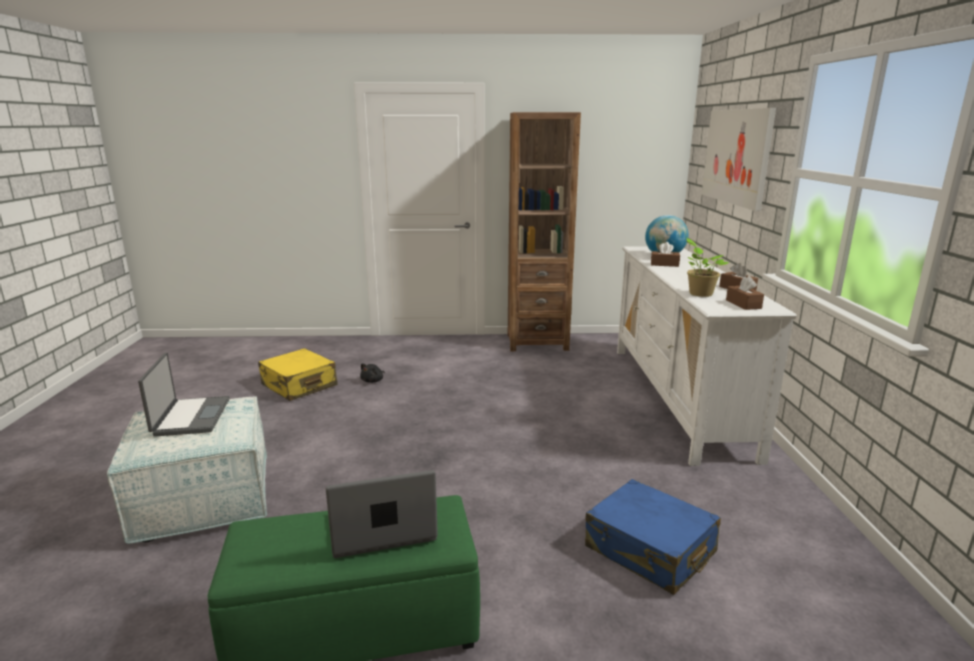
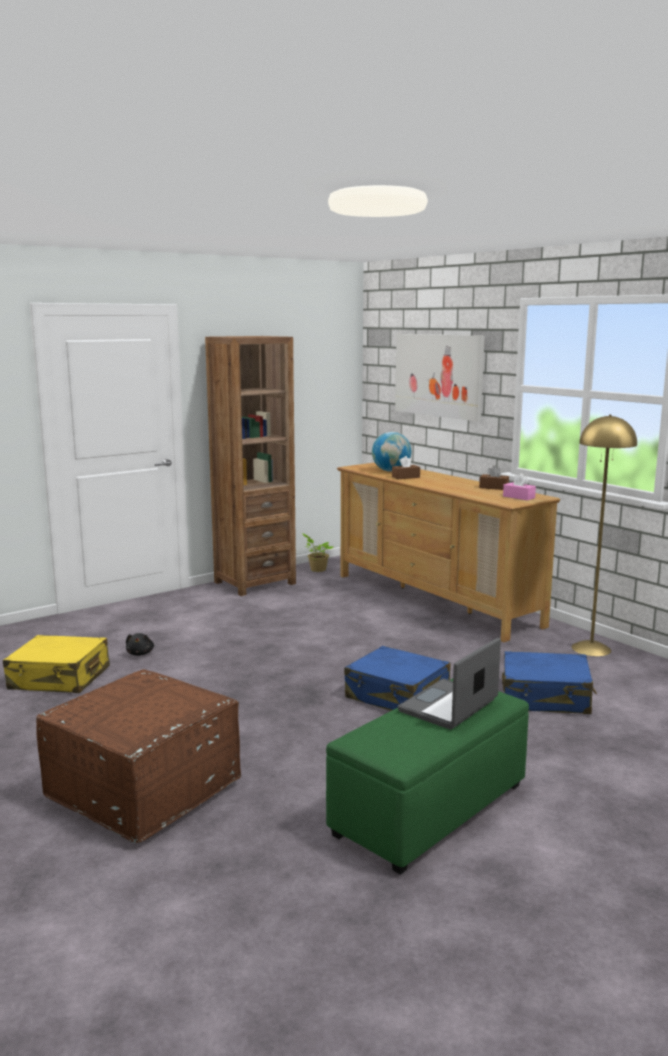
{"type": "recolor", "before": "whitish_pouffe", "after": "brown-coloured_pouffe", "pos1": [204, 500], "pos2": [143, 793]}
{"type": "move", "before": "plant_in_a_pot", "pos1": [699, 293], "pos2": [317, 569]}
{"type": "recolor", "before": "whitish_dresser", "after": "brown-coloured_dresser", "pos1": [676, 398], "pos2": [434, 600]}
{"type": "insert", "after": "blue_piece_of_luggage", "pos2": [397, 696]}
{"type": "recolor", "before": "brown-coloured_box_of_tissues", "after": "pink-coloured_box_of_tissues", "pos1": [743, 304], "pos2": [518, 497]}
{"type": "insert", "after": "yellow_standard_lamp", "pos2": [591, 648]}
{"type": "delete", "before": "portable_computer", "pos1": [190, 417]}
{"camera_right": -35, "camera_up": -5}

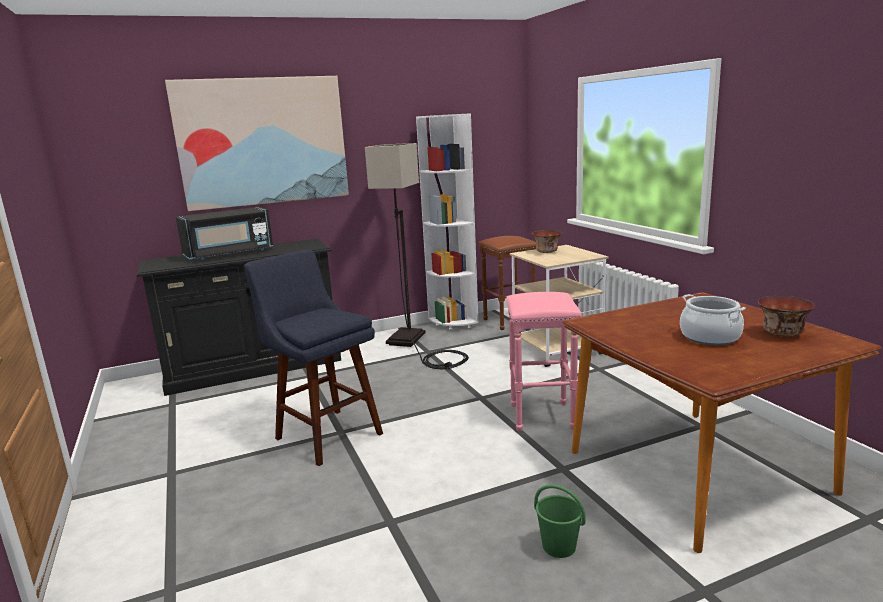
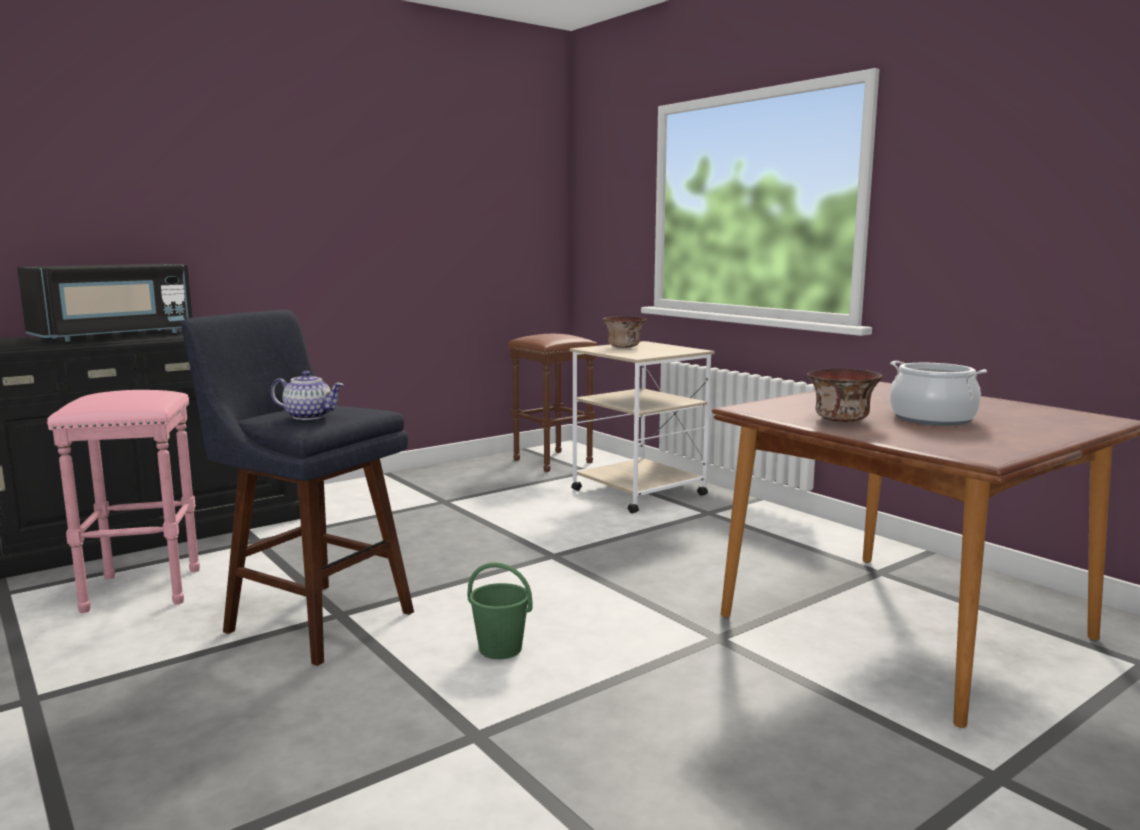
{"type": "move", "before": "pink-coloured_stool_seat", "pos1": [541, 417], "pos2": [140, 590]}
{"type": "insert", "after": "teapot", "pos2": [309, 416]}
{"type": "move", "before": "green_pail", "pos1": [558, 546], "pos2": [499, 649]}
{"type": "move", "before": "deep_dish", "pos1": [783, 334], "pos2": [842, 420]}
{"type": "delete", "before": "wall_picture", "pos1": [263, 142]}
{"type": "delete", "before": "standard_lamp", "pos1": [425, 350]}
{"type": "delete", "before": "whitish_shelving_unit", "pos1": [454, 325]}
{"camera_right": -15, "camera_up": -5}

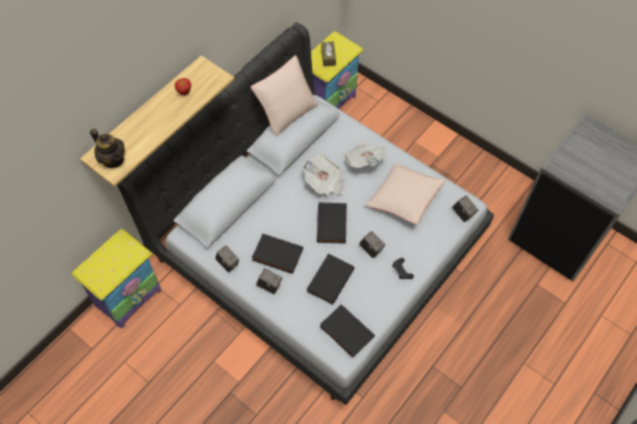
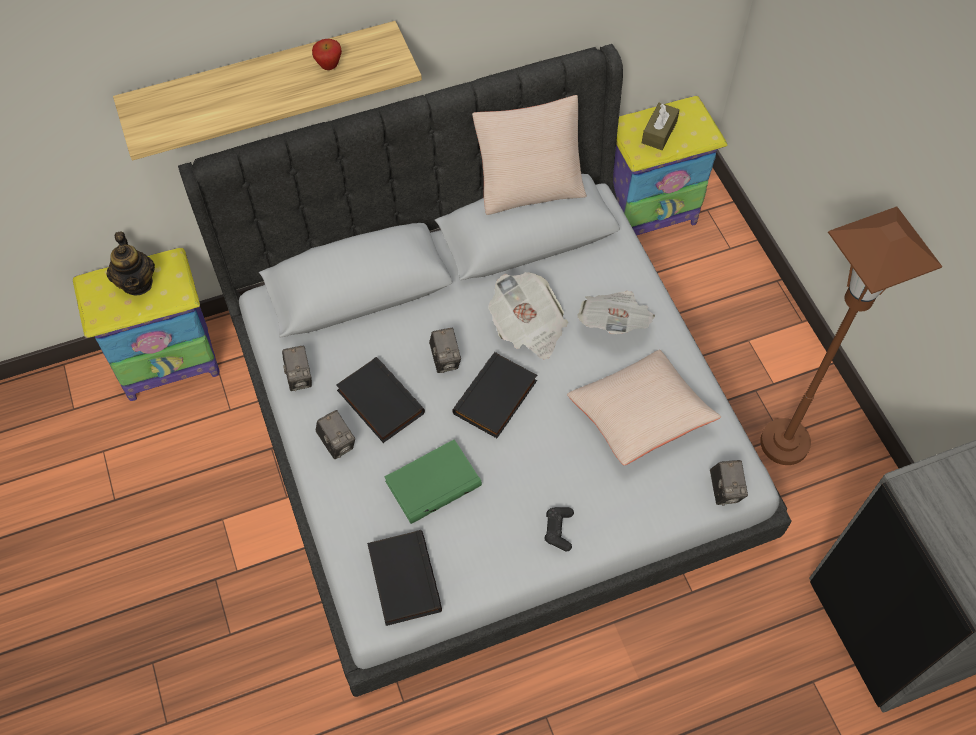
{"type": "move", "before": "teapot", "pos1": [113, 159], "pos2": [137, 283]}
{"type": "recolor", "before": "blackish_book", "after": "green_book", "pos1": [329, 279], "pos2": [432, 482]}
{"type": "move", "before": "photo_camera", "pos1": [371, 249], "pos2": [445, 359]}
{"type": "insert", "after": "brown-coloured_standard_lamp", "pos2": [784, 443]}
{"camera_right": 30, "camera_up": 0}

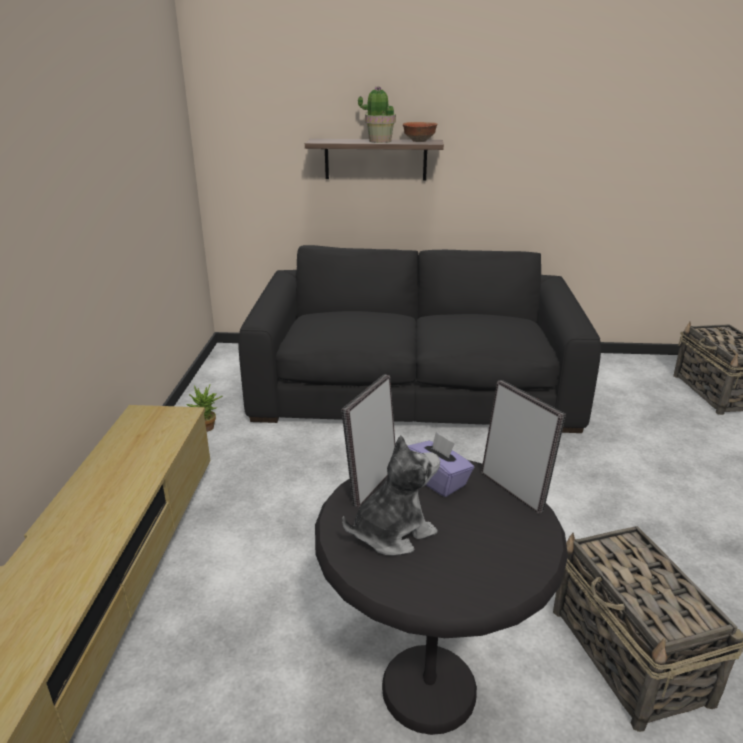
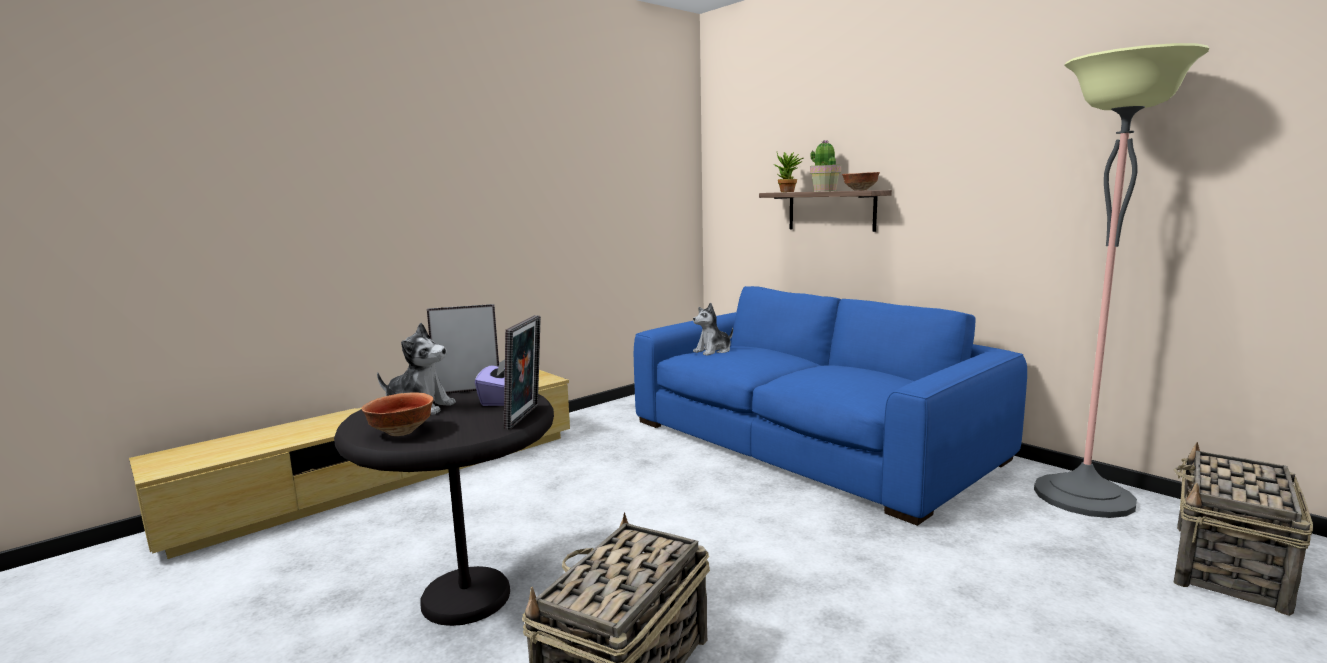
{"type": "insert", "after": "deep_dish", "pos2": [400, 432]}
{"type": "recolor", "before": "blackish_couch", "after": "blue_couch", "pos1": [414, 385], "pos2": [809, 439]}
{"type": "insert", "after": "plush_toy", "pos2": [713, 351]}
{"type": "move", "before": "plant_in_a_pot", "pos1": [208, 429], "pos2": [787, 192]}
{"type": "insert", "after": "standard_lamp", "pos2": [1083, 496]}
{"camera_right": 45, "camera_up": -15}

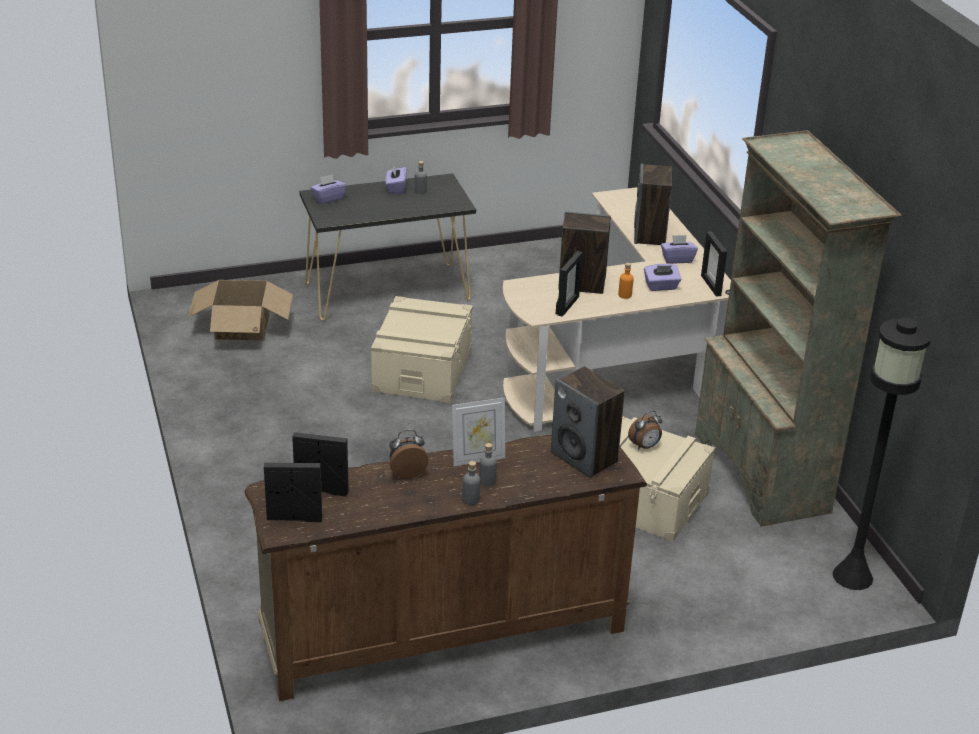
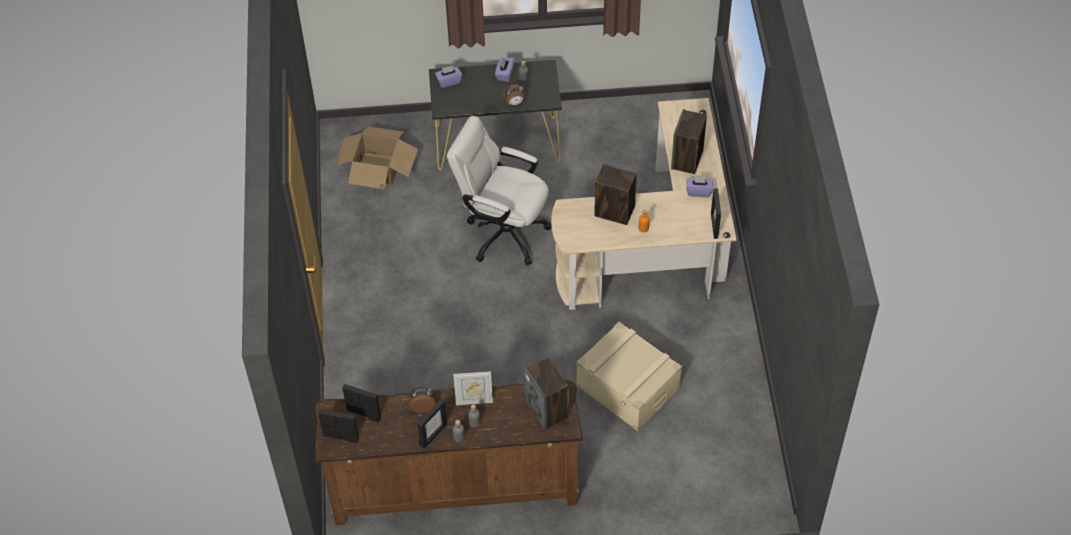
{"type": "move", "before": "standing_frame", "pos1": [567, 305], "pos2": [433, 434]}
{"type": "replace", "before": "sand-coloured_storage_bin", "after": "whitish_computer_chair", "pos1": [422, 369], "pos2": [502, 233]}
{"type": "move", "before": "bedside_clock", "pos1": [645, 446], "pos2": [514, 104]}
{"type": "delete", "before": "purplish_box_of_tissues", "pos1": [661, 286]}
{"type": "delete", "before": "green_shelving_unit", "pos1": [762, 472]}
{"type": "delete", "before": "blackish_standard_lamp", "pos1": [852, 577]}
{"camera_right": 15, "camera_up": 20}

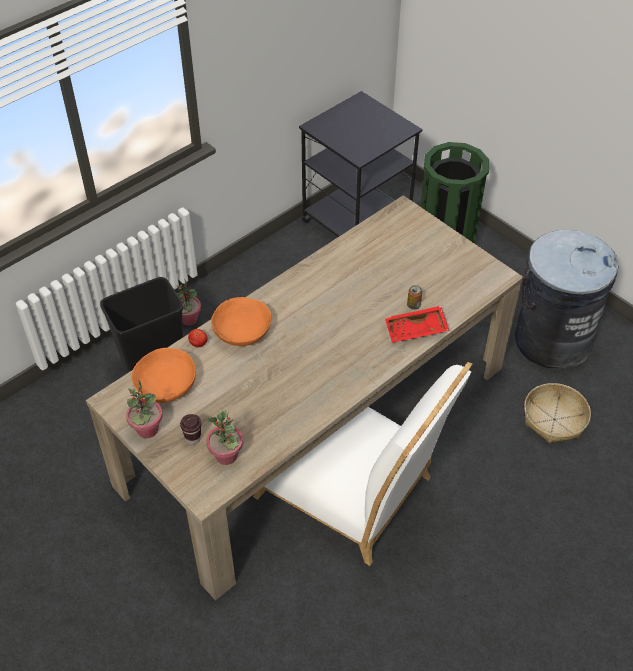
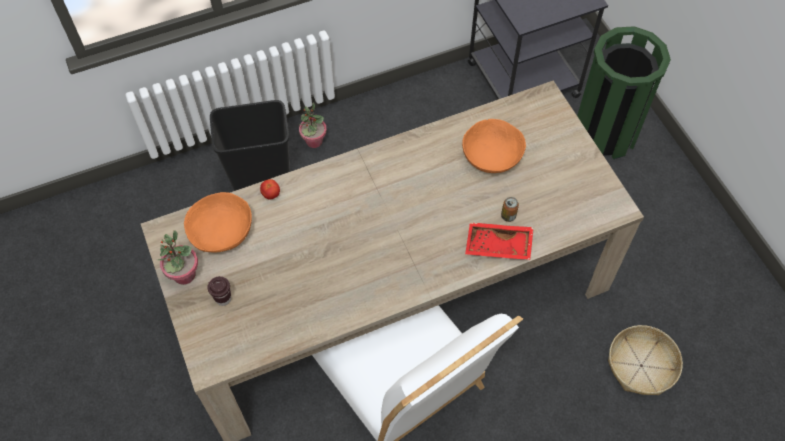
{"type": "move", "before": "orange-coloured_deep_dish", "pos1": [242, 332], "pos2": [491, 156]}
{"type": "delete", "before": "plant_in_a_pot", "pos1": [226, 456]}
{"type": "delete", "before": "grey_trash_can", "pos1": [551, 339]}
{"camera_right": 20, "camera_up": 10}

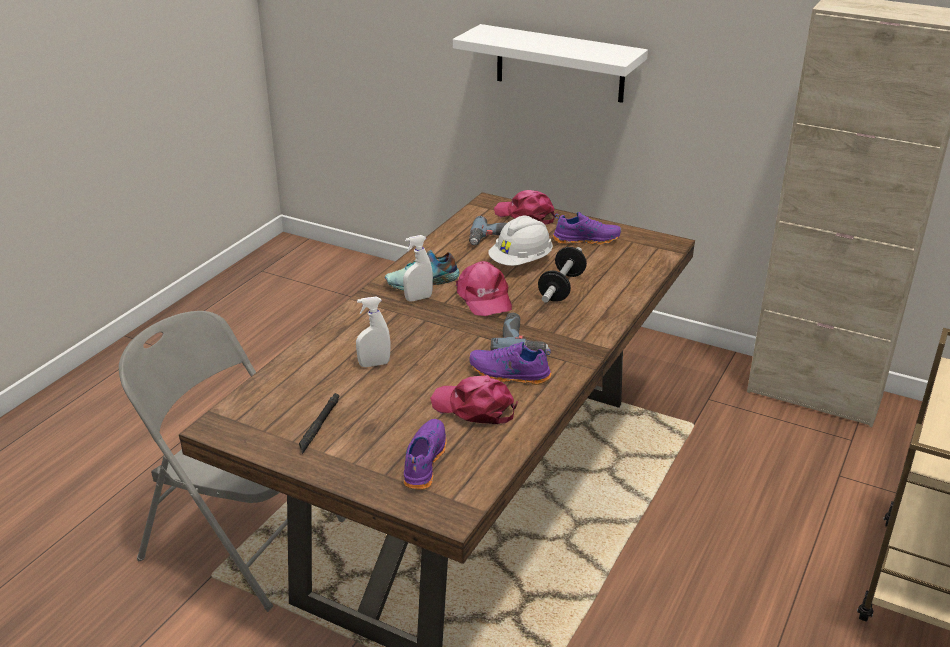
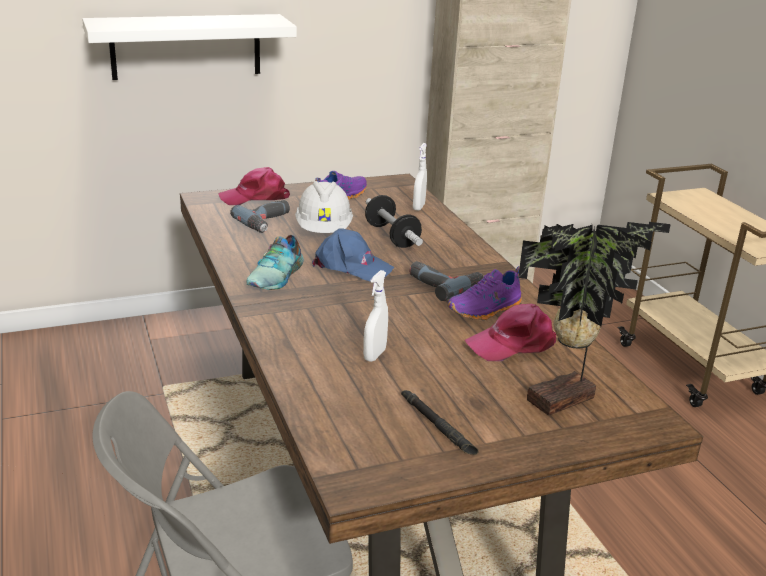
{"type": "recolor", "before": "pink-coloured_cap", "after": "blue_cap", "pos1": [484, 298], "pos2": [351, 267]}
{"type": "move", "before": "whitish_sprayer", "pos1": [418, 298], "pos2": [418, 207]}
{"type": "replace", "before": "purplish_shoe", "after": "plant_in_a_pot", "pos1": [423, 462], "pos2": [565, 401]}
{"camera_right": -50, "camera_up": -5}

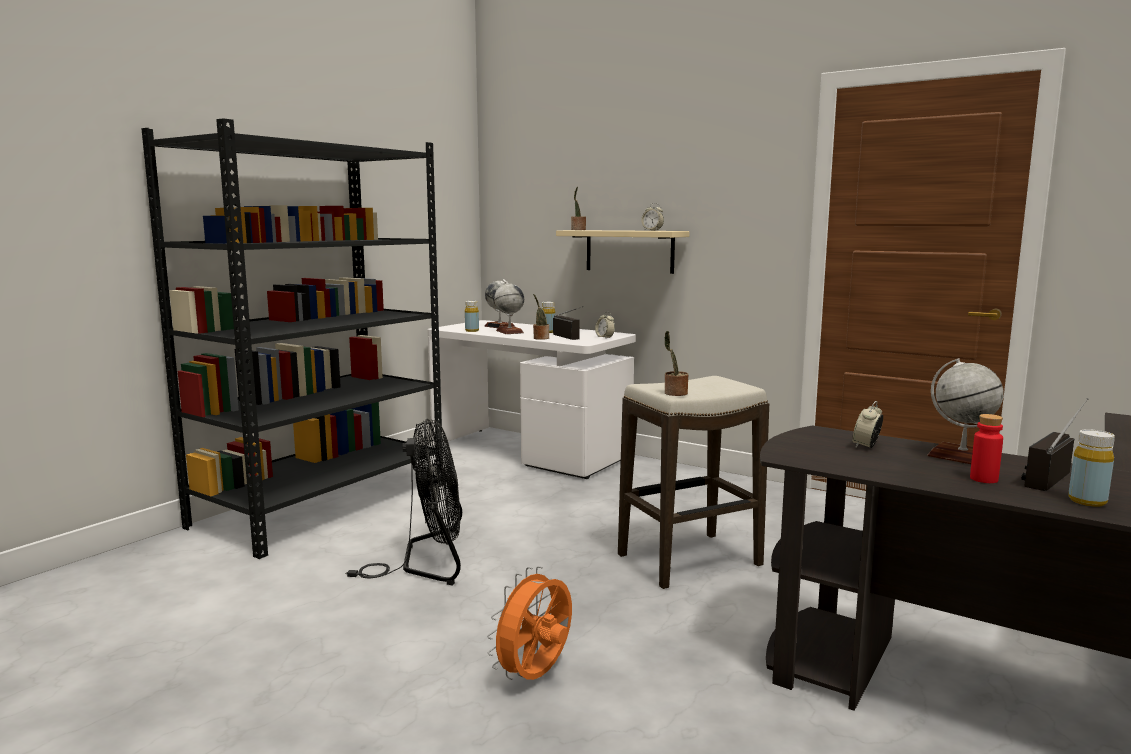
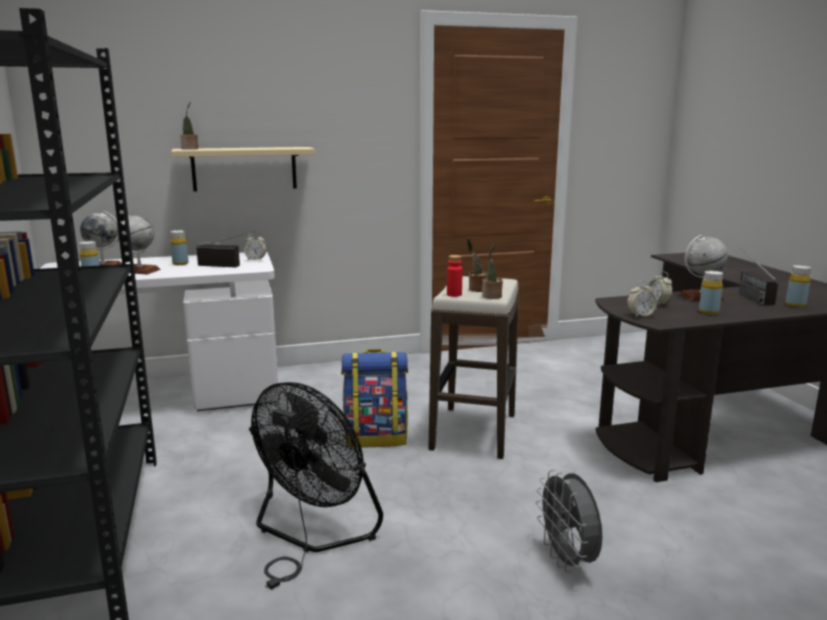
{"type": "insert", "after": "rucksack", "pos2": [376, 438]}
{"type": "move", "before": "red_drink_bottle", "pos1": [983, 479], "pos2": [454, 294]}
{"type": "move", "before": "plant_in_a_pot", "pos1": [540, 338], "pos2": [476, 289]}
{"type": "recolor", "before": "orange-coloured_fan", "after": "grey_fan", "pos1": [536, 676], "pos2": [568, 560]}
{"type": "move", "before": "bedside_clock", "pos1": [652, 230], "pos2": [640, 315]}
{"type": "insert", "after": "yellow_drink_bottle", "pos2": [708, 312]}
{"camera_right": -50, "camera_up": 5}

